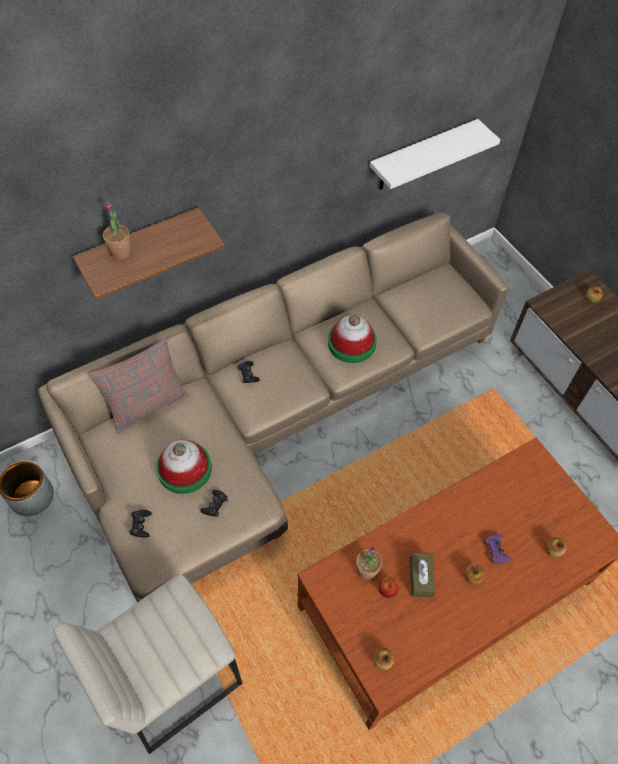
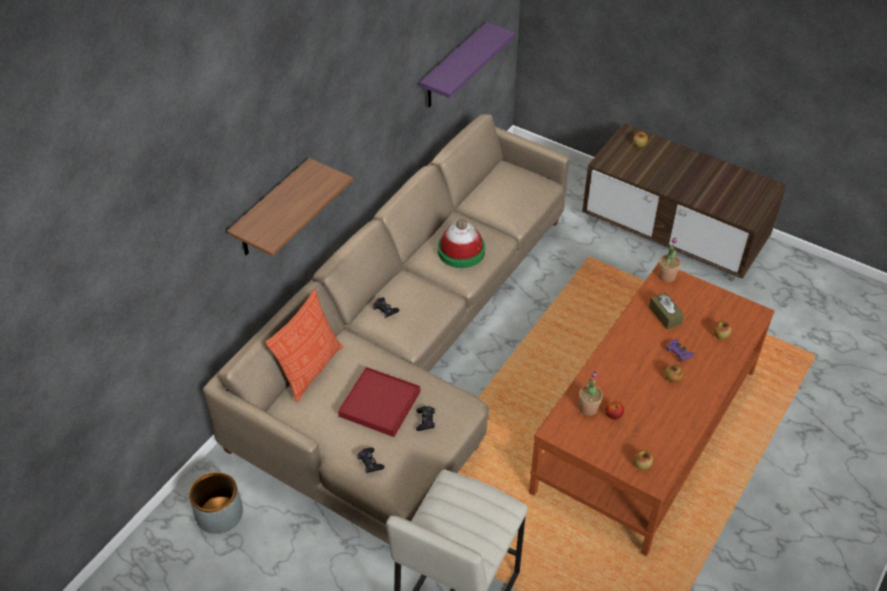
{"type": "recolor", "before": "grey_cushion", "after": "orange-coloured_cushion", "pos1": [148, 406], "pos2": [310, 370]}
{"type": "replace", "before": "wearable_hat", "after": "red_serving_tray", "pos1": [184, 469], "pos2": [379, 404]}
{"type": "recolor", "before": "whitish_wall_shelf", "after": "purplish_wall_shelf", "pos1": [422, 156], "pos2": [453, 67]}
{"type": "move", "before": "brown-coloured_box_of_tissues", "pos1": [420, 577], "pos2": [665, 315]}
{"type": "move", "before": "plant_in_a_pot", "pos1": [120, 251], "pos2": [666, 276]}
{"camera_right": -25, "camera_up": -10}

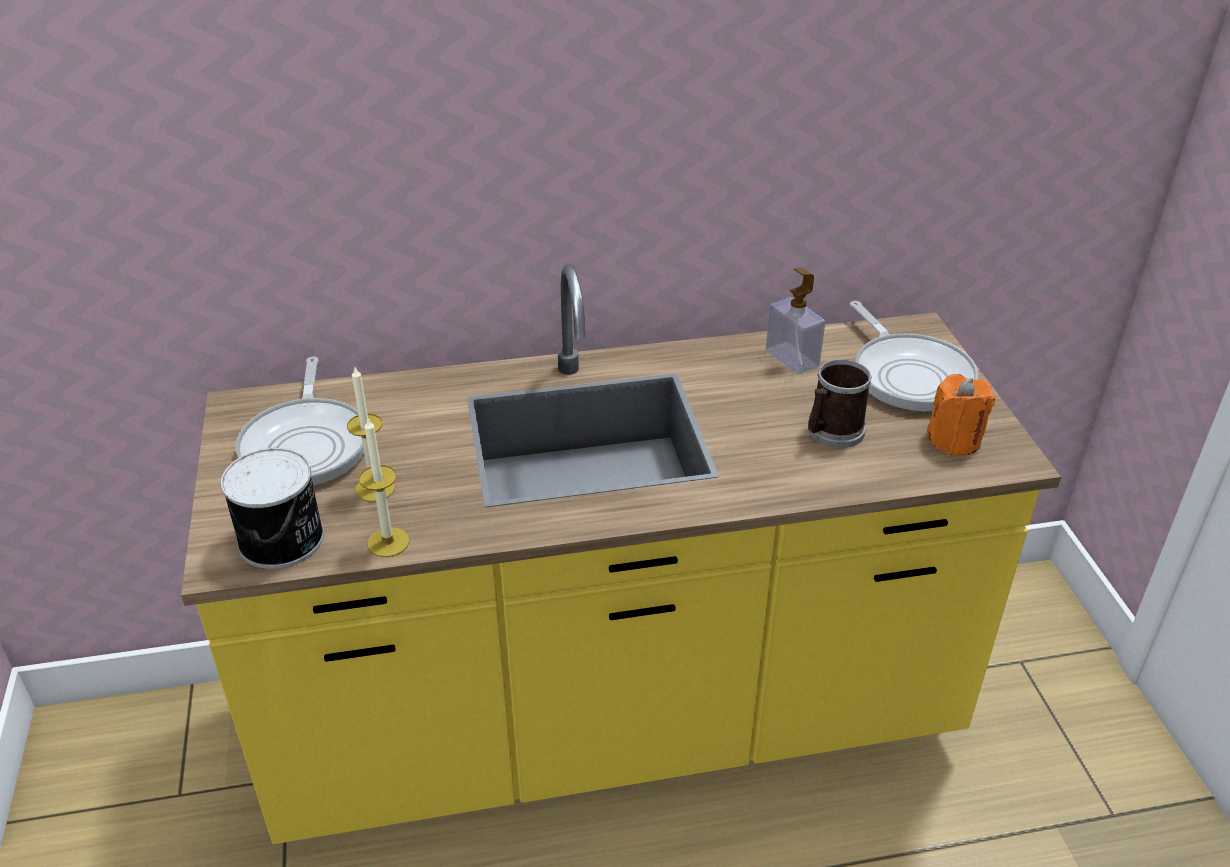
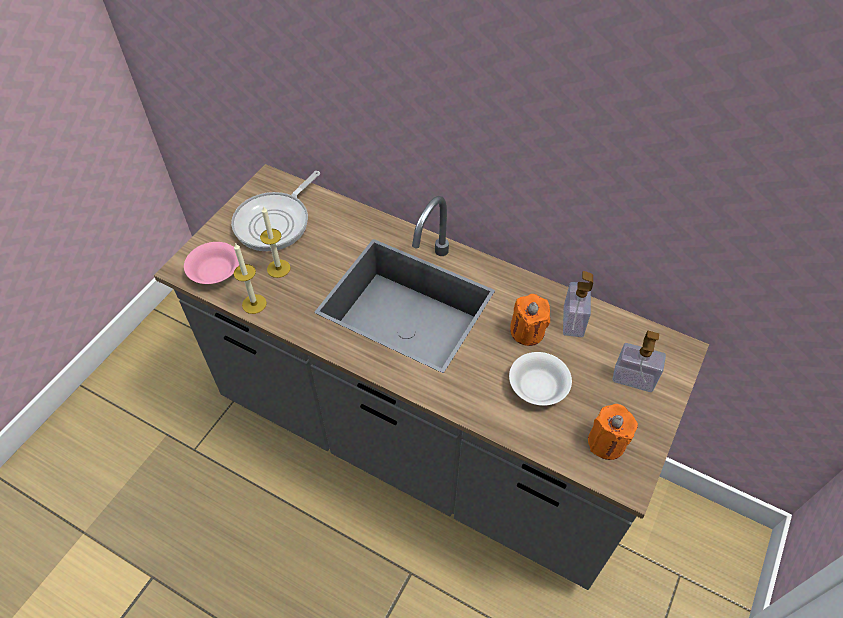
{"type": "recolor", "before": "yellow_kitchen_base_unit", "after": "grey_kitchen_base_unit", "pos1": [615, 724], "pos2": [421, 443]}
{"type": "replace", "before": "sealed_can", "after": "pink-coloured_deep_dish", "pos1": [283, 540], "pos2": [215, 272]}
{"type": "replace", "before": "tea_mug", "after": "whitish_deep_dish", "pos1": [831, 432], "pos2": [537, 387]}
{"type": "insert", "after": "orange-coloured_candle", "pos2": [527, 332]}
{"type": "replace", "before": "pan", "after": "soap_bottle", "pos1": [909, 375], "pos2": [633, 379]}
{"camera_right": 40, "camera_up": 15}

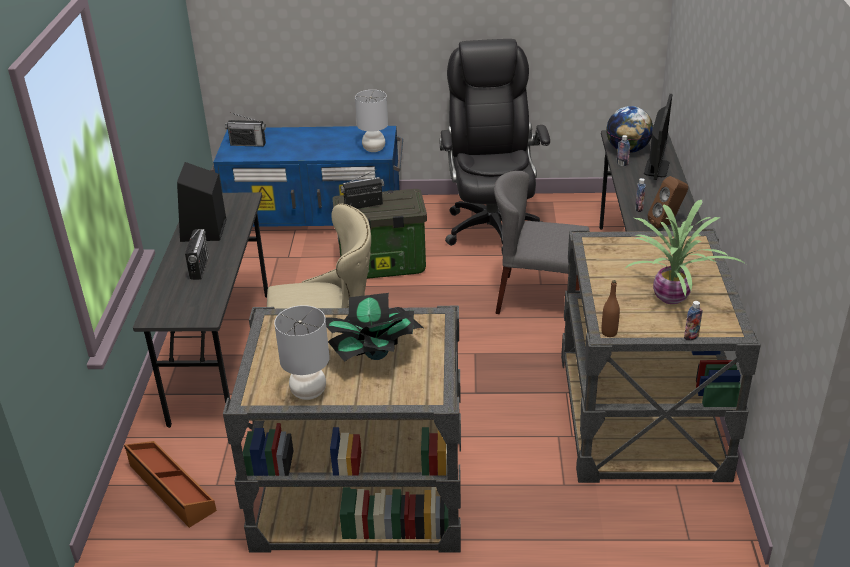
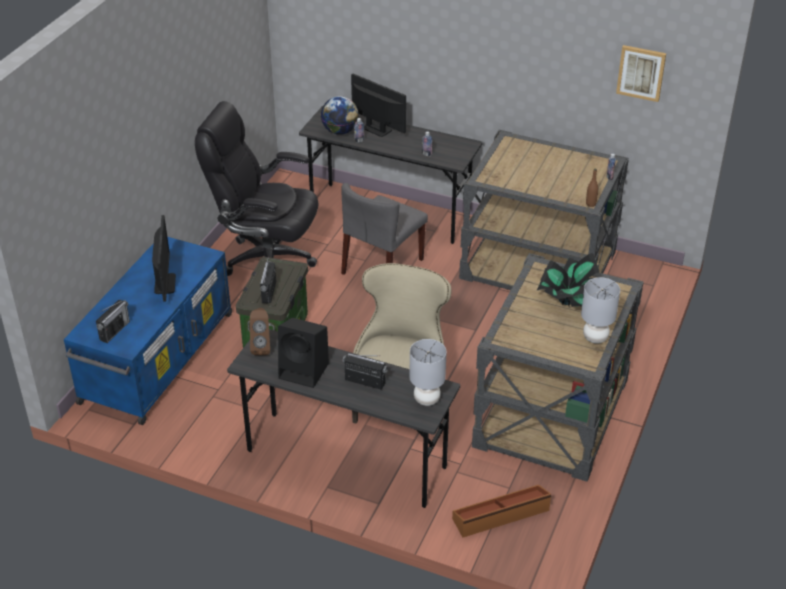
{"type": "insert", "after": "computer_display", "pos2": [165, 283]}
{"type": "move", "before": "brown-coloured_loudspeaker", "pos1": [666, 224], "pos2": [262, 347]}
{"type": "move", "before": "grey_table_lamp", "pos1": [374, 149], "pos2": [426, 399]}
{"type": "insert", "after": "wall_picture", "pos2": [641, 72]}
{"type": "delete", "before": "plant_in_a_pot", "pos1": [672, 298]}
{"camera_right": -70, "camera_up": 5}

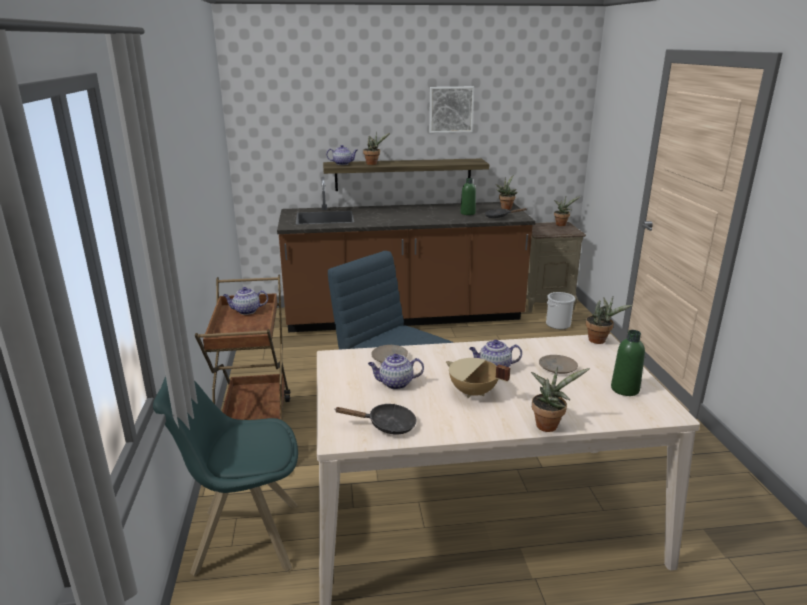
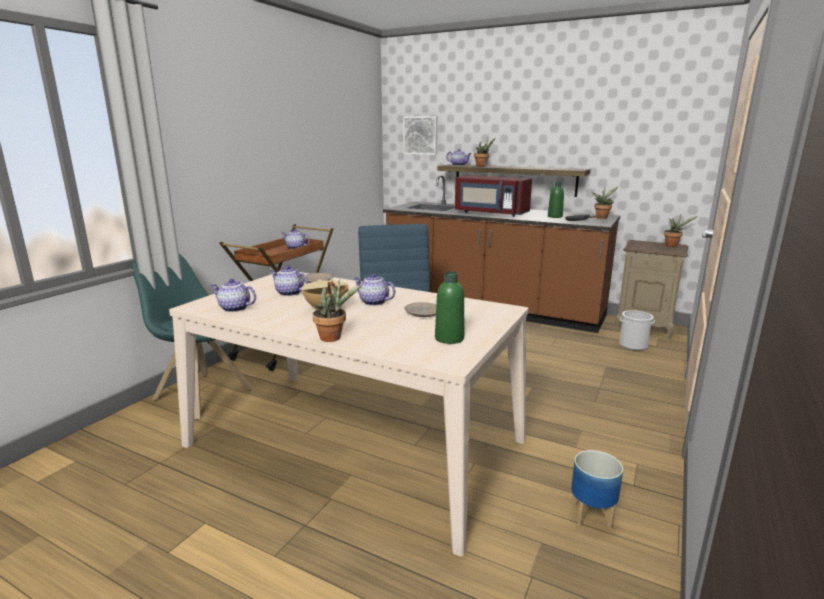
{"type": "replace", "before": "blackish_pan", "after": "teapot", "pos1": [387, 425], "pos2": [234, 308]}
{"type": "move", "before": "wall_picture", "pos1": [450, 109], "pos2": [421, 135]}
{"type": "insert", "after": "red_microwave", "pos2": [490, 213]}
{"type": "insert", "after": "plant_pot", "pos2": [590, 515]}
{"type": "delete", "before": "plant_in_a_pot", "pos1": [599, 340]}
{"camera_right": 35, "camera_up": -5}

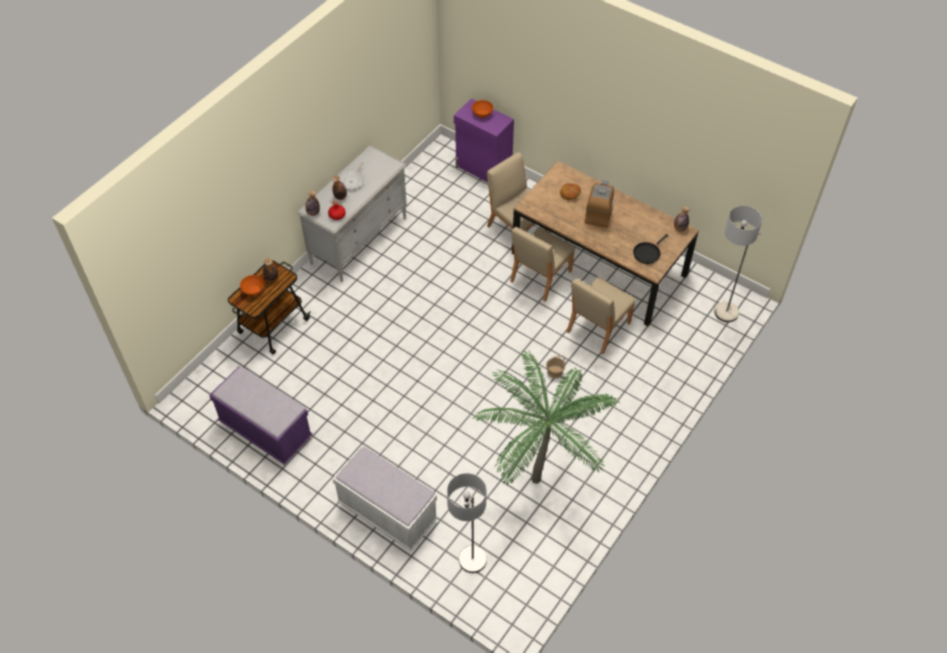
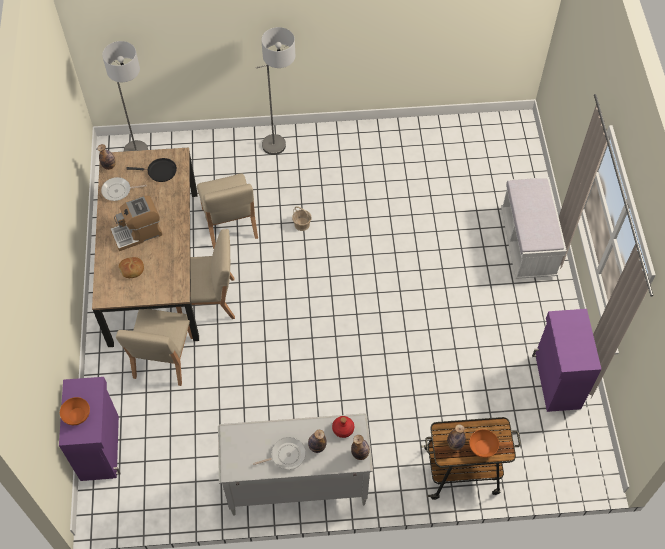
{"type": "insert", "after": "pan", "pos2": [118, 191]}
{"type": "rotate", "before": "sand-coloured_chair", "pos1": [597, 328], "pos2": [229, 224], "turn": 75}
{"type": "move", "before": "grey_standard_lamp", "pos1": [469, 567], "pos2": [281, 143]}
{"type": "replace", "before": "purplish_long_seat", "after": "purplish_cupboard", "pos1": [266, 430], "pos2": [556, 381]}
{"type": "delete", "before": "plant_in_a_pot", "pos1": [543, 469]}
{"camera_right": -130, "camera_up": 5}

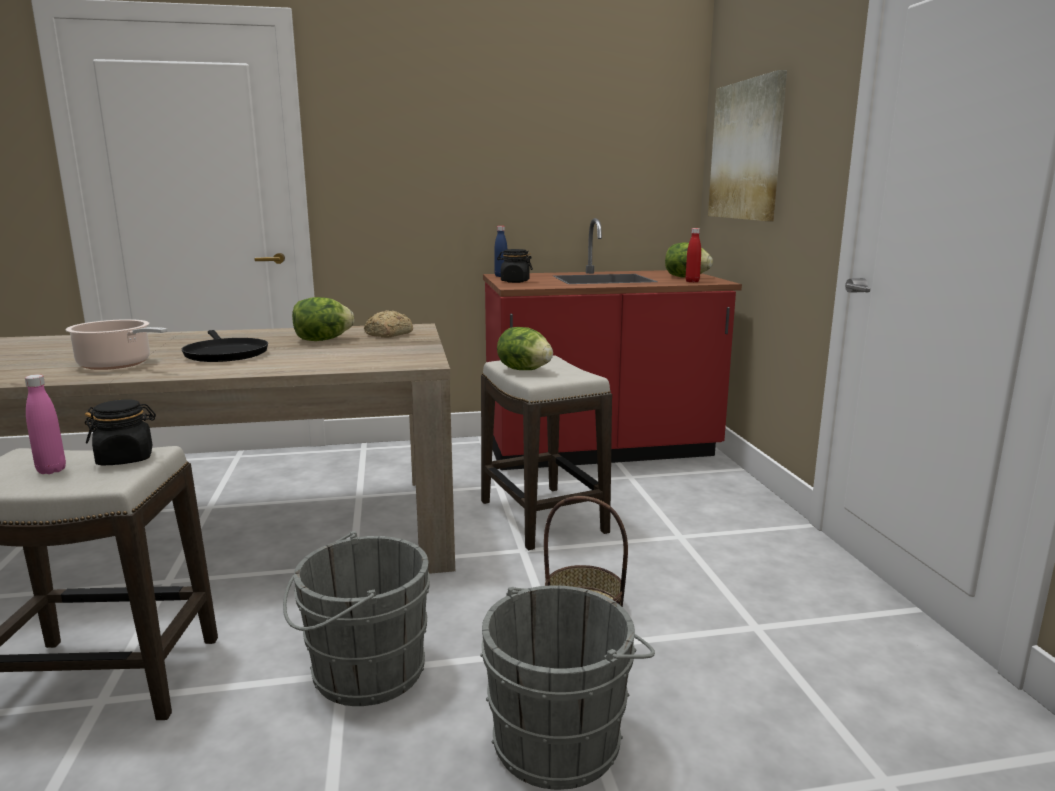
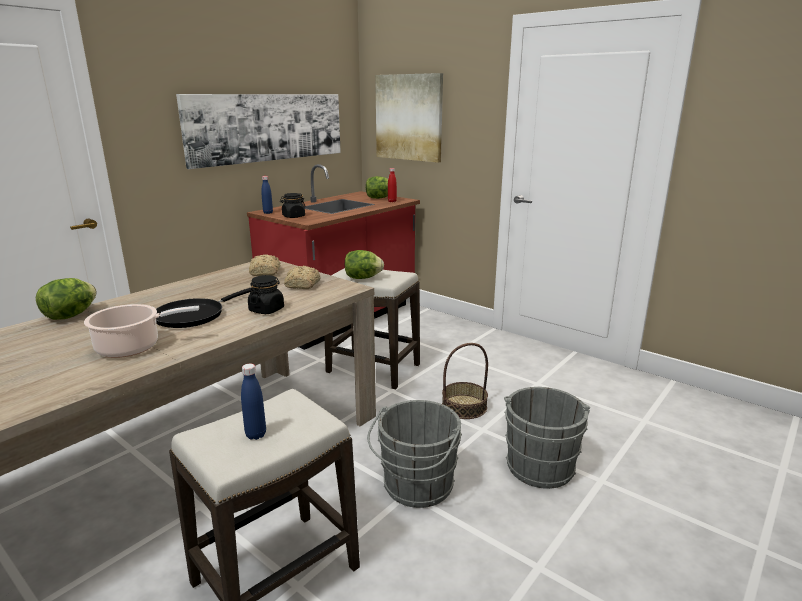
{"type": "move", "before": "lettuce_head", "pos1": [322, 340], "pos2": [70, 316]}
{"type": "rotate", "before": "blackish_pan", "pos1": [225, 354], "pos2": [193, 315], "turn": 105}
{"type": "insert", "after": "wall_picture", "pos2": [268, 127]}
{"type": "recolor", "before": "pink-coloured_drink_bottle", "after": "blue_drink_bottle", "pos1": [51, 470], "pos2": [256, 435]}
{"type": "move", "before": "blackish_jar", "pos1": [126, 458], "pos2": [266, 310]}
{"type": "insert", "after": "bread", "pos2": [302, 285]}
{"camera_right": -40, "camera_up": 5}

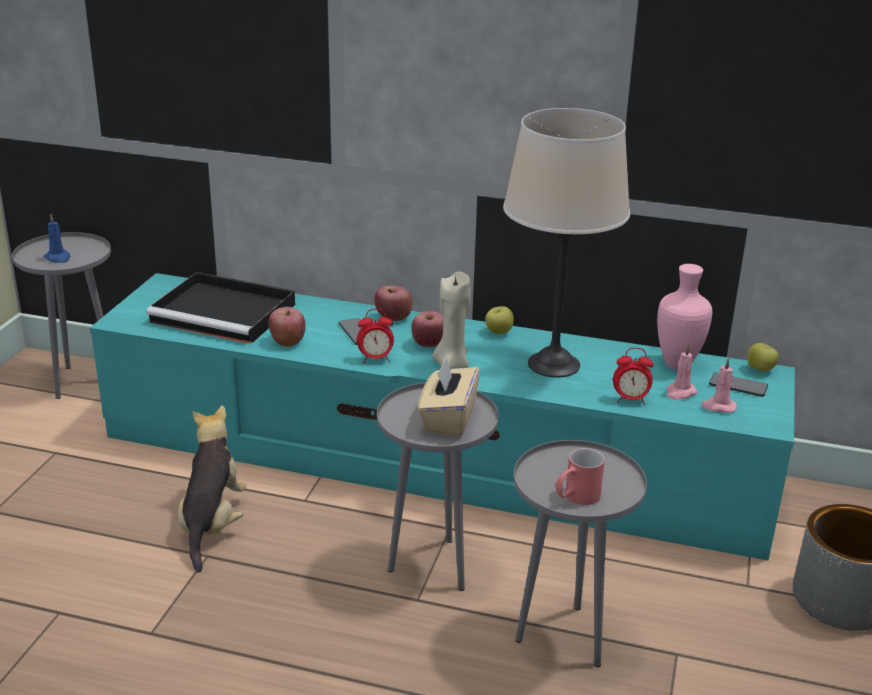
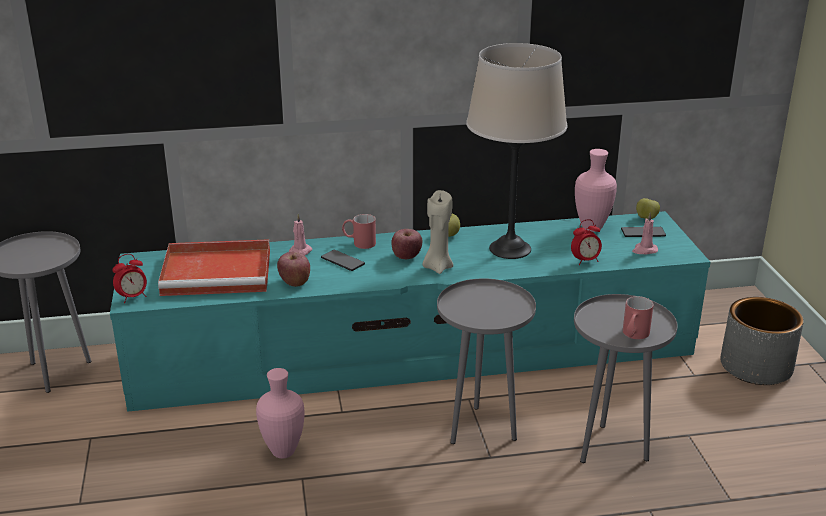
{"type": "move", "before": "bedside_clock", "pos1": [375, 359], "pos2": [133, 297]}
{"type": "recolor", "before": "blackish_serving_tray", "after": "red_serving_tray", "pos1": [226, 313], "pos2": [219, 272]}
{"type": "replace", "before": "plush_toy", "after": "pink-coloured_vase", "pos1": [212, 524], "pos2": [284, 453]}
{"type": "move", "before": "pink-coloured_candle", "pos1": [680, 393], "pos2": [299, 252]}
{"type": "replace", "before": "apple_fruit", "after": "red_tea_mug", "pos1": [393, 318], "pos2": [359, 243]}
{"type": "delete", "before": "blue_candle", "pos1": [58, 258]}
{"type": "delete", "before": "sand-coloured_box_of_tissues", "pos1": [448, 419]}
{"camera_right": -25, "camera_up": 0}

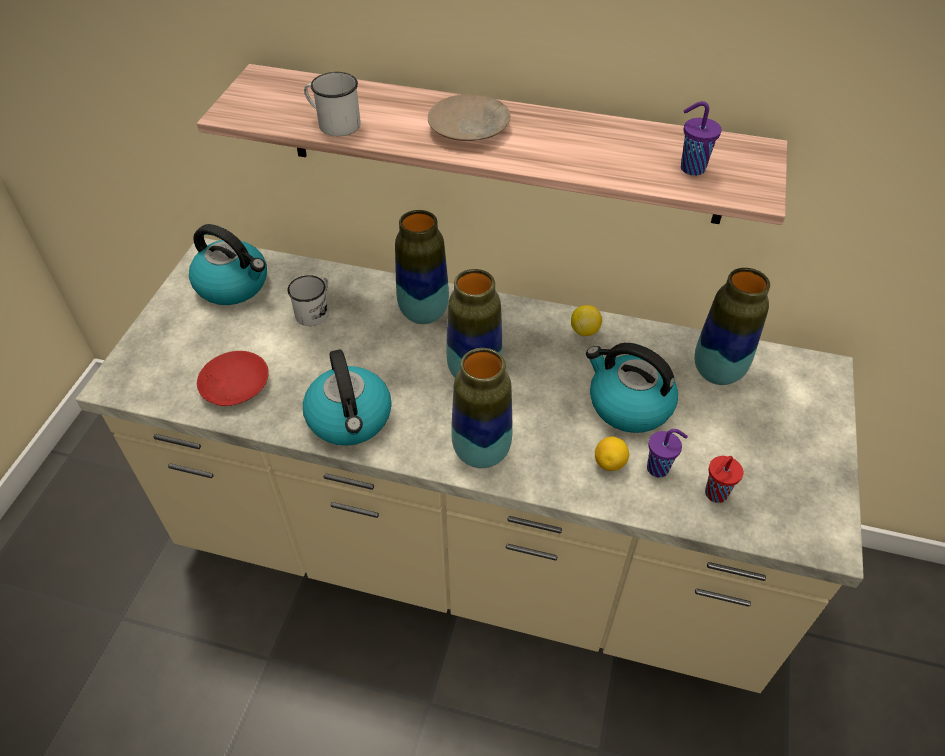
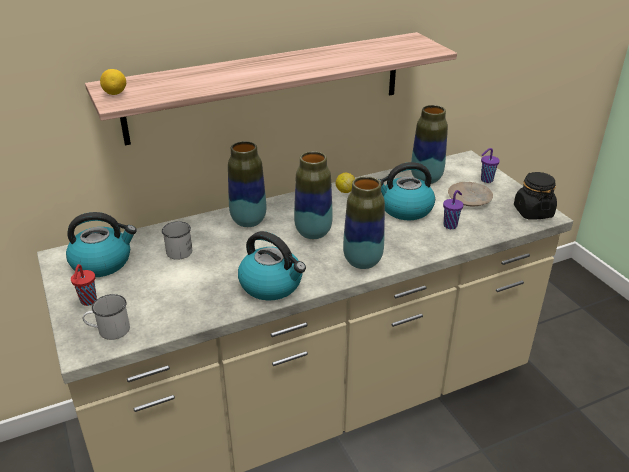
{"type": "move", "before": "red_cup", "pos1": [715, 494], "pos2": [88, 301]}
{"type": "move", "before": "whitish_tea_mug", "pos1": [333, 123], "pos2": [109, 330]}
{"type": "move", "before": "whole_lemon", "pos1": [610, 463], "pos2": [115, 94]}
{"type": "move", "before": "sand-coloured_dinner_plate", "pos1": [470, 127], "pos2": [469, 199]}
{"type": "move", "before": "purplish_cup", "pos1": [690, 168], "pos2": [486, 180]}
{"type": "insert", "after": "blackish_jar", "pos2": [533, 212]}
{"type": "delete", "before": "red_dinner_plate", "pos1": [234, 385]}
{"camera_right": -40, "camera_up": -15}

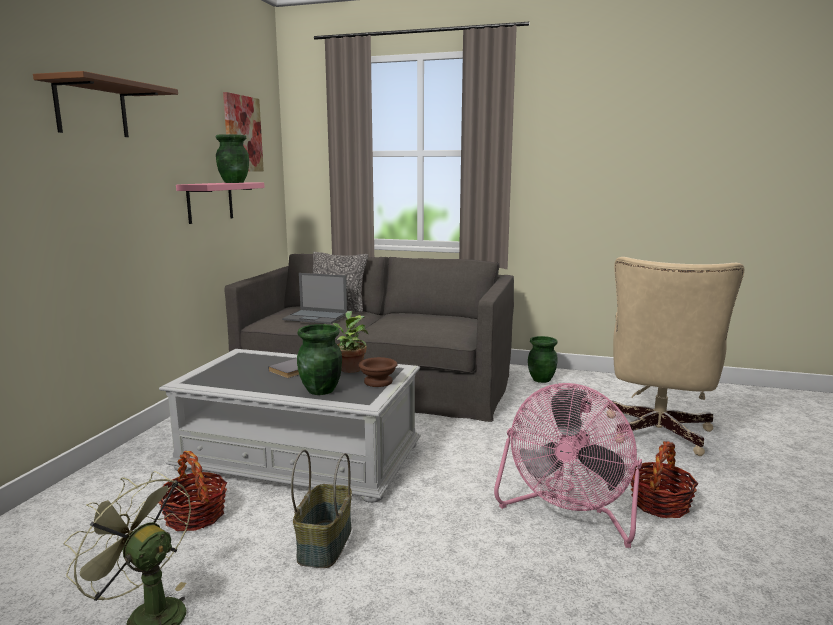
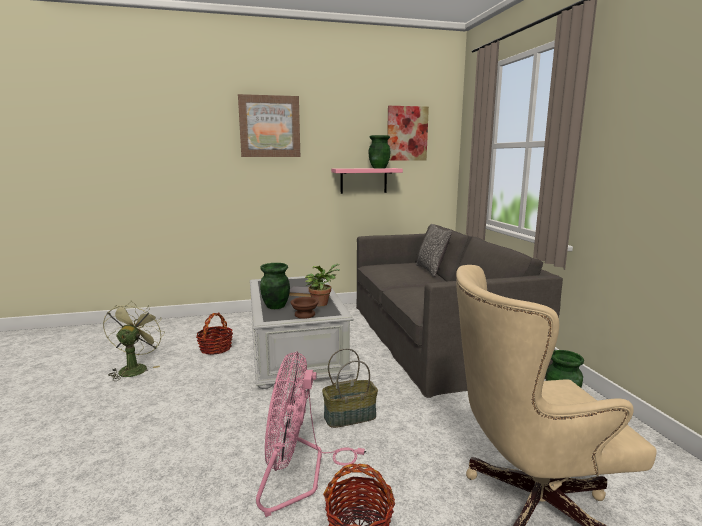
{"type": "replace", "before": "brown-coloured_wall_shelf", "after": "wall_picture", "pos1": [91, 109], "pos2": [269, 126]}
{"type": "move", "before": "basket", "pos1": [324, 543], "pos2": [350, 416]}
{"type": "delete", "before": "portable_computer", "pos1": [316, 317]}
{"camera_right": 60, "camera_up": 0}

